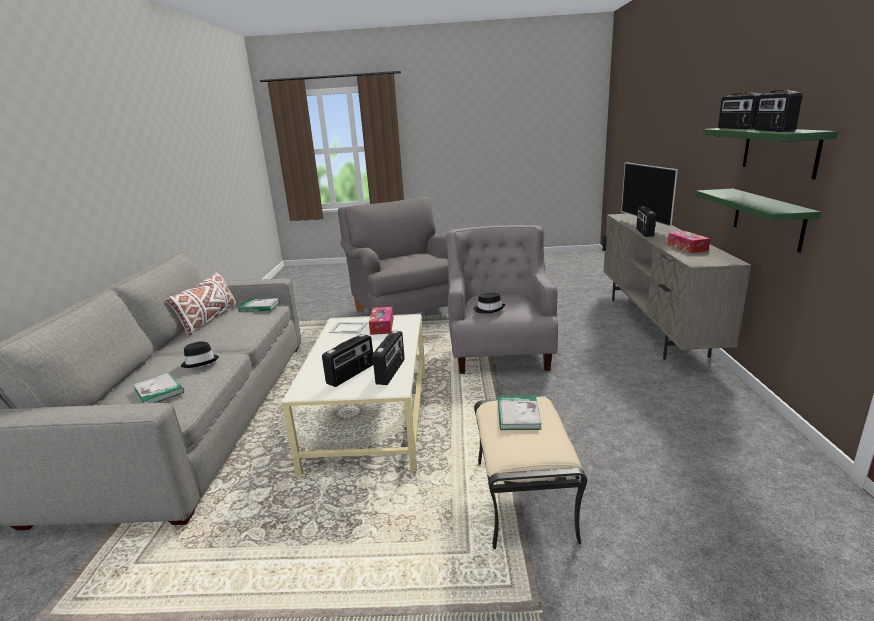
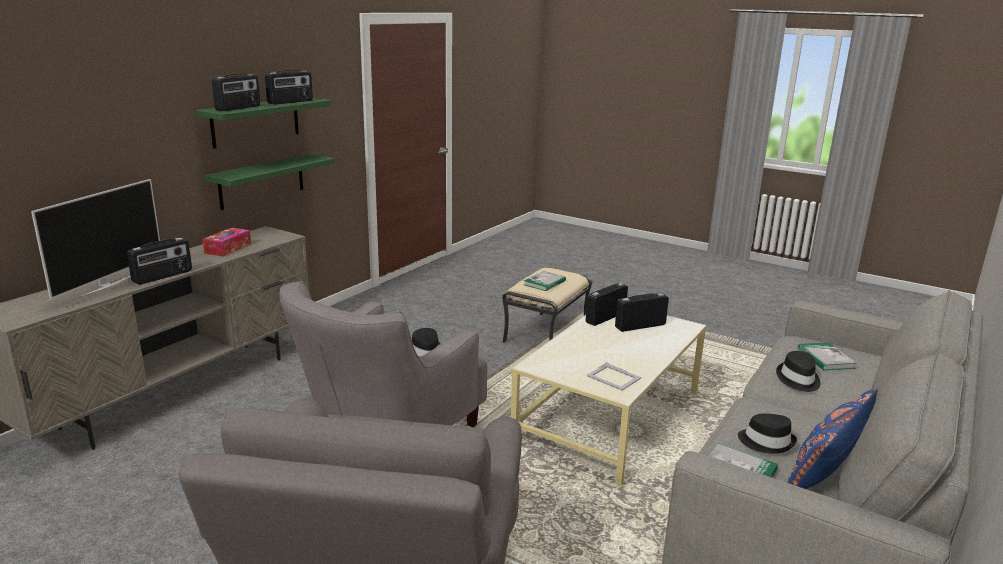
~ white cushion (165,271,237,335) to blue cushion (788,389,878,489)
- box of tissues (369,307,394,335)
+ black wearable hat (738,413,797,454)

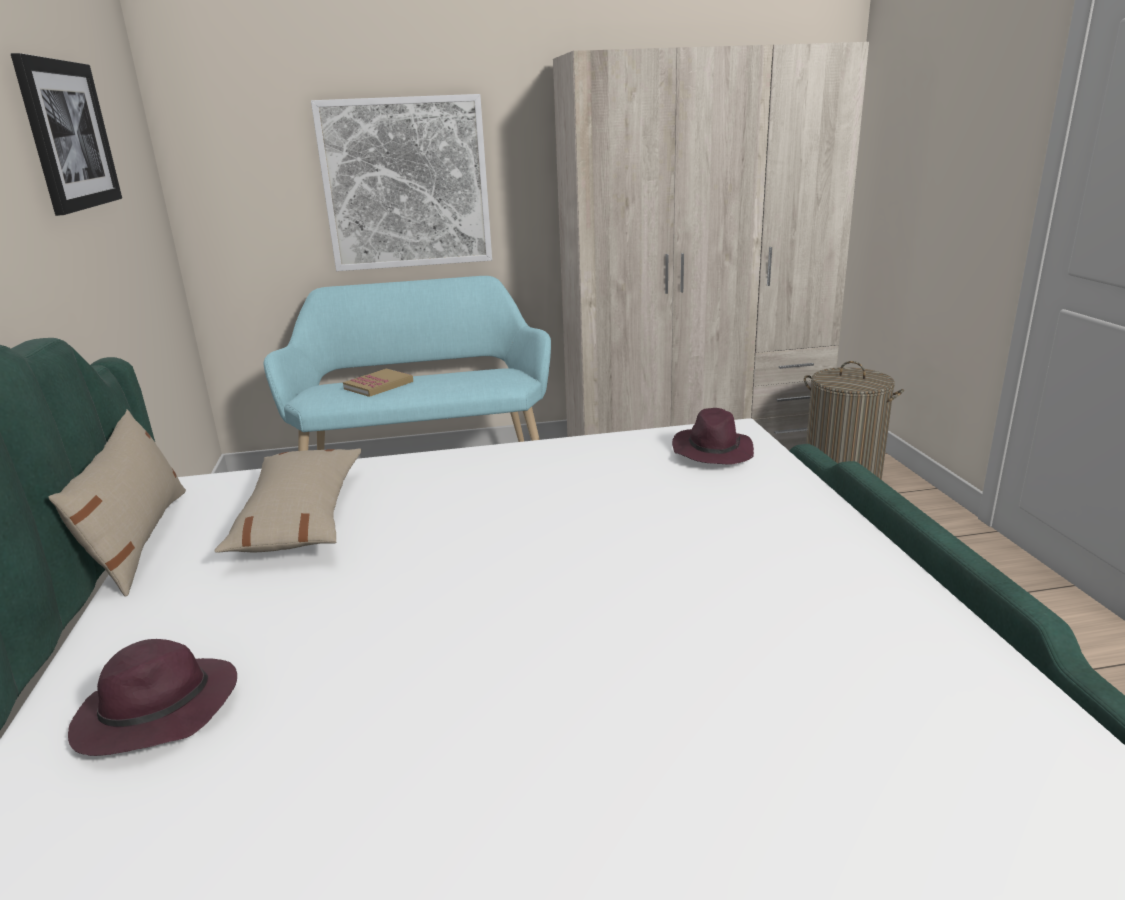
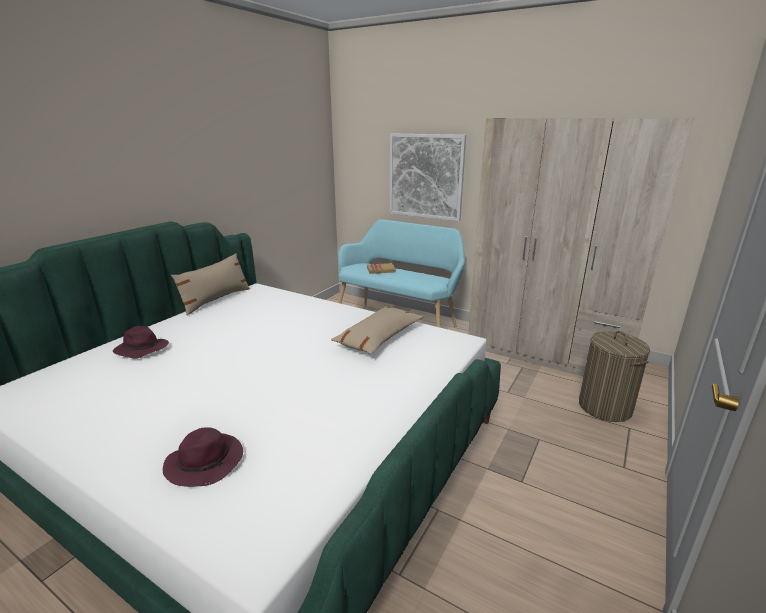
- wall art (11,53,122,216)
~ purplish wearable hat (672,408,754,464) to (163,427,243,487)
~ sand-coloured cushion (214,448,361,553) to (331,306,424,355)

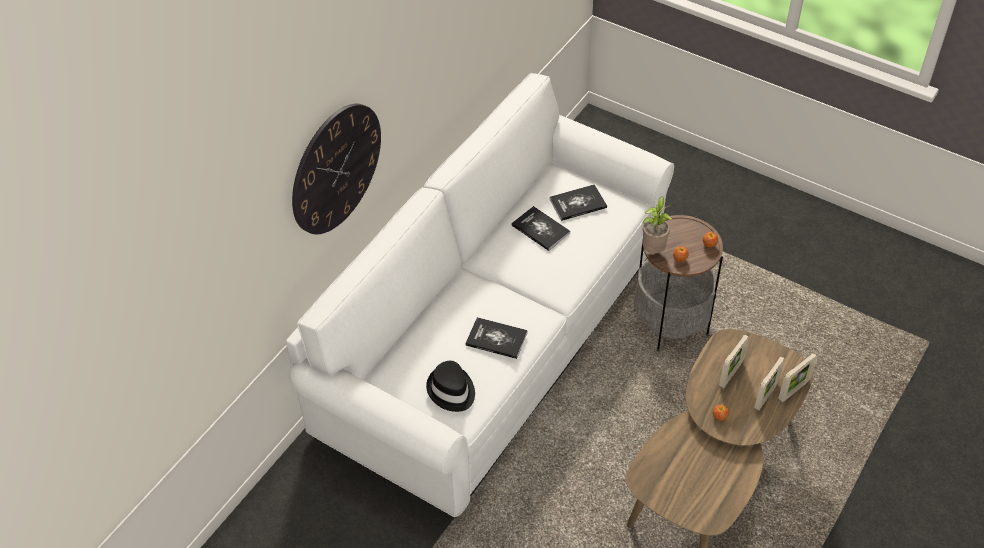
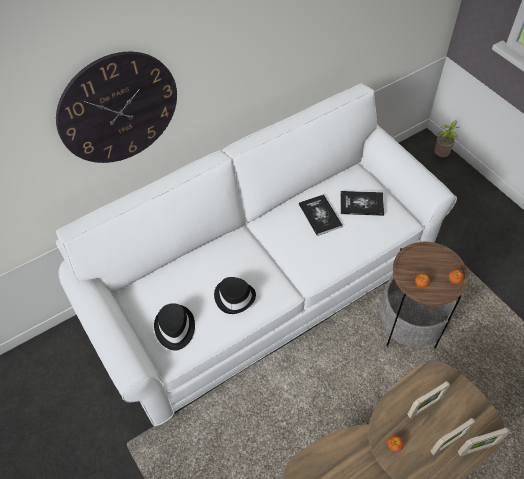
~ plant in a pot (643,196,672,253) to (434,121,459,157)
~ bound book (465,317,528,359) to black wearable hat (214,277,256,314)

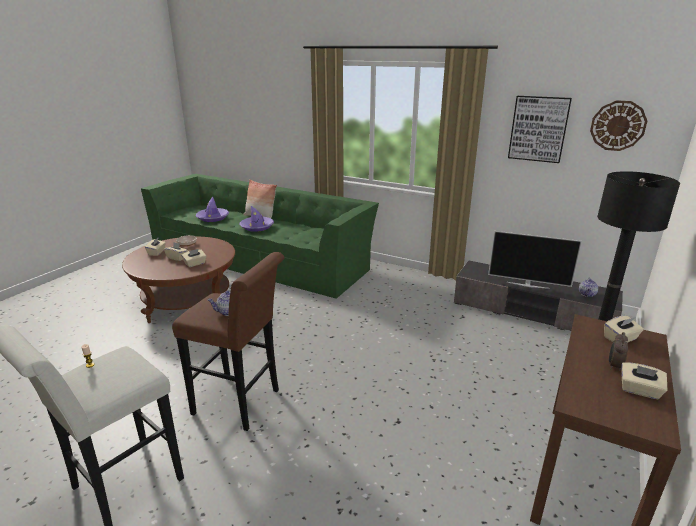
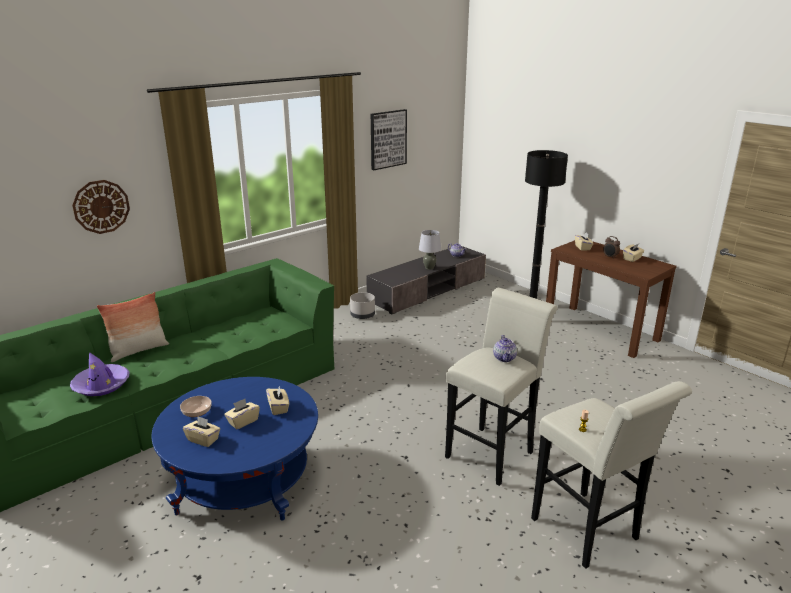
~ clock on the wall (590,100,647,151) to (72,180,130,234)
- purplish wearable hat (240,206,274,232)
~ TV (488,231,582,289) to grey tabletop lamp (419,230,441,270)
~ brown lounge table (122,237,235,323) to blue lounge table (151,377,318,521)
~ brown stool seat (172,252,285,431) to white stool seat (445,288,557,486)
+ grey planter (350,292,375,319)

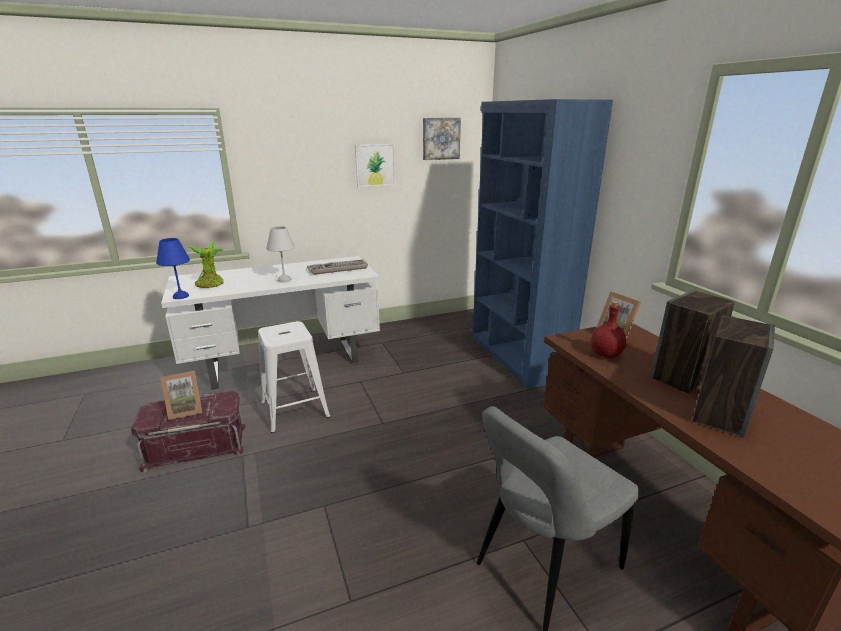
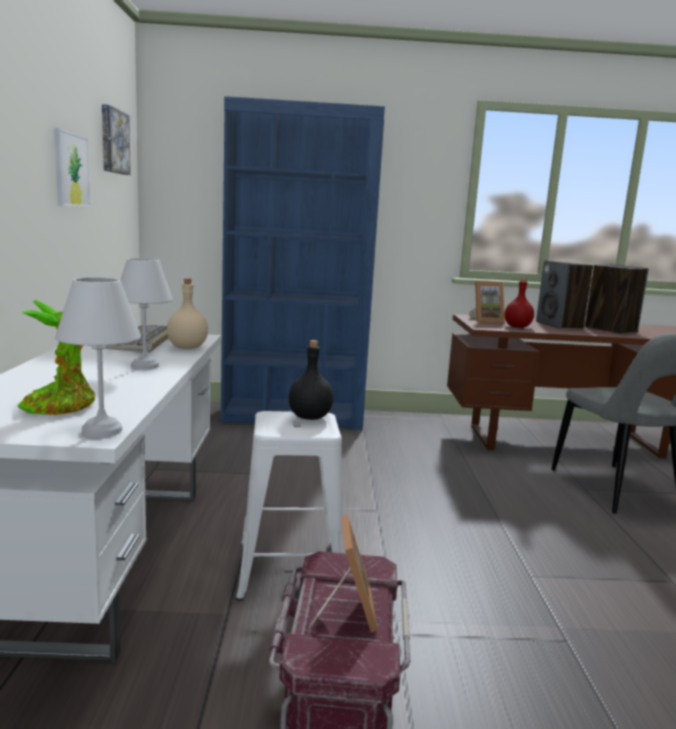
~ blue tabletop lamp (156,238,190,299) to white tabletop lamp (55,277,141,437)
+ sand-coloured beverage bottle (167,278,208,349)
+ black beverage bottle (288,340,333,420)

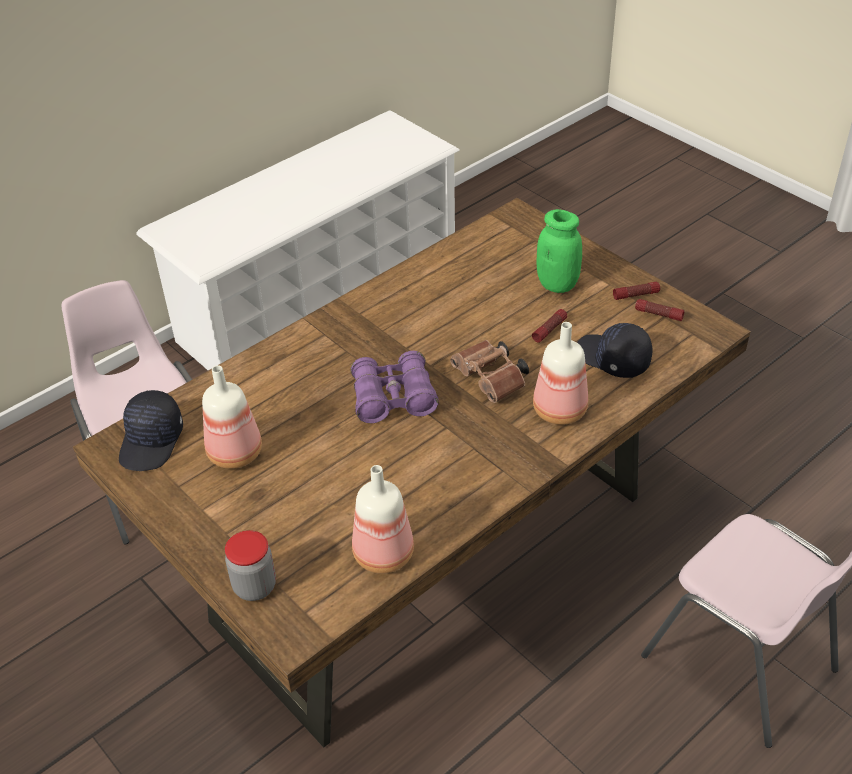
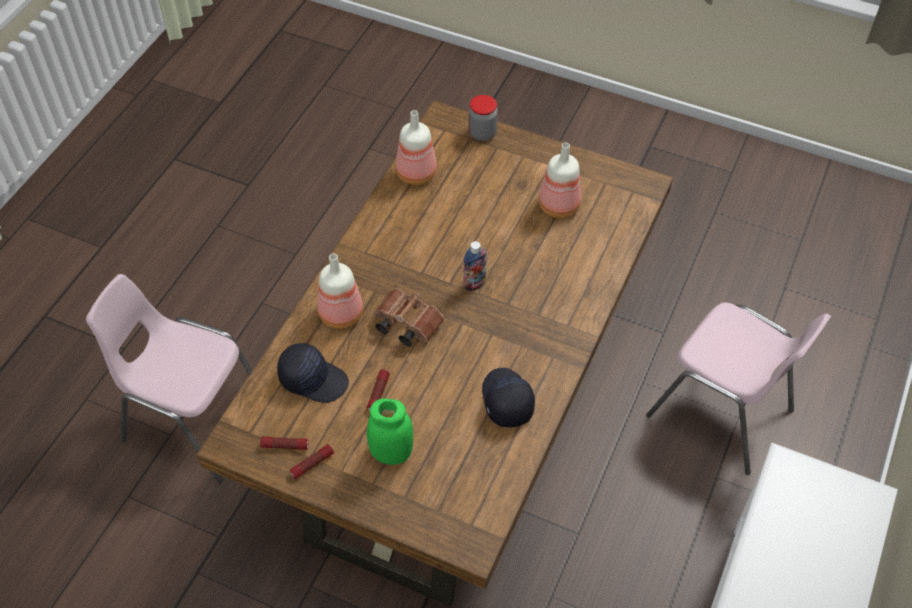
~ purplish binoculars (350,351,438,423) to beverage bottle (463,241,487,291)
~ black peaked cap (119,390,183,471) to (482,368,535,427)

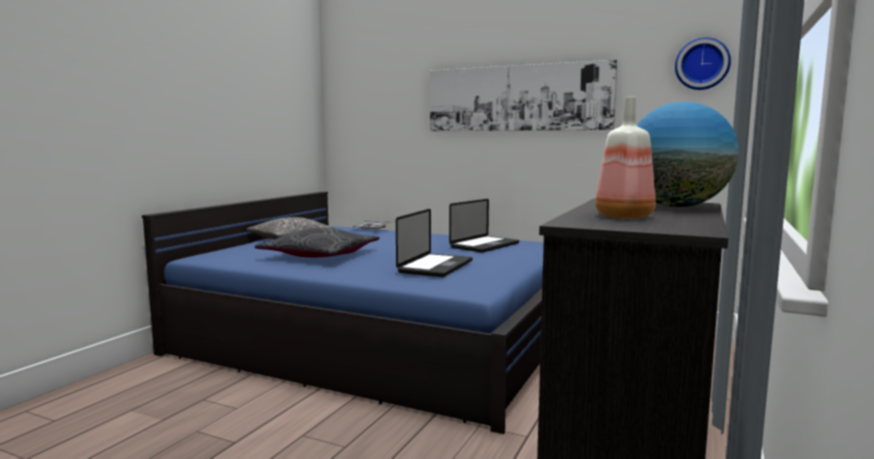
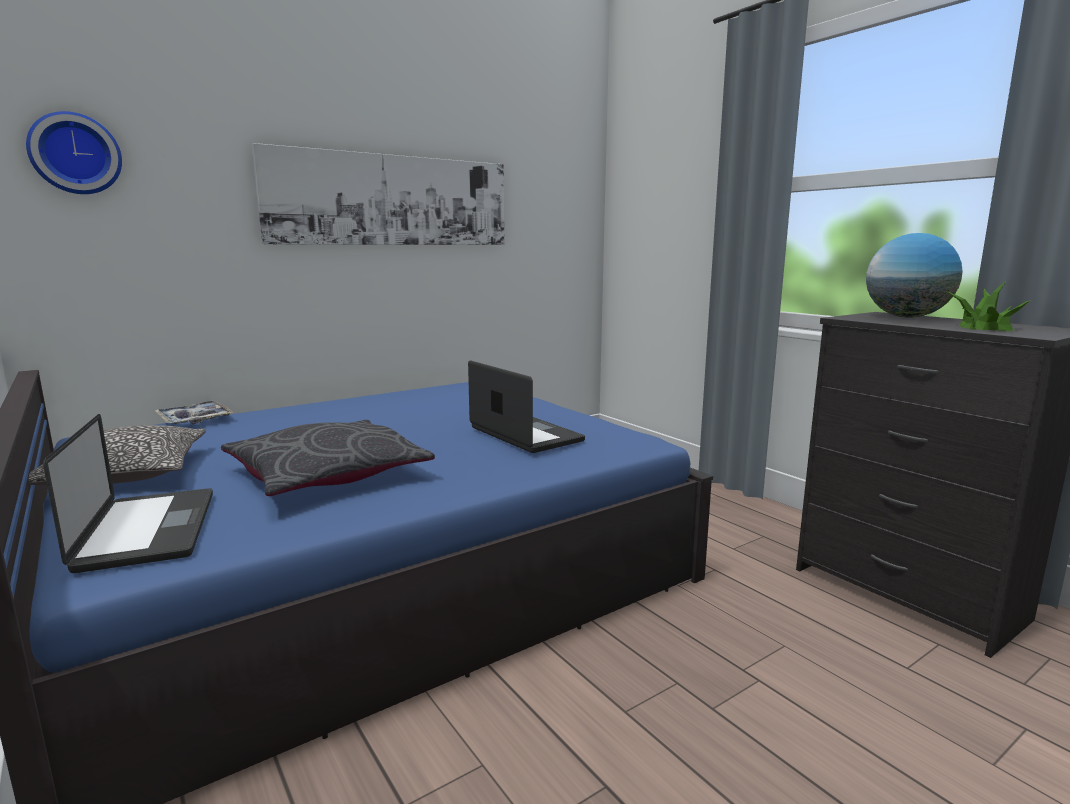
~ clock on the wall (675,37,731,90) to (26,111,122,194)
~ beverage bottle (595,97,656,219) to plant in a pot (945,281,1031,331)
~ portable computer (449,199,519,253) to (43,414,213,573)

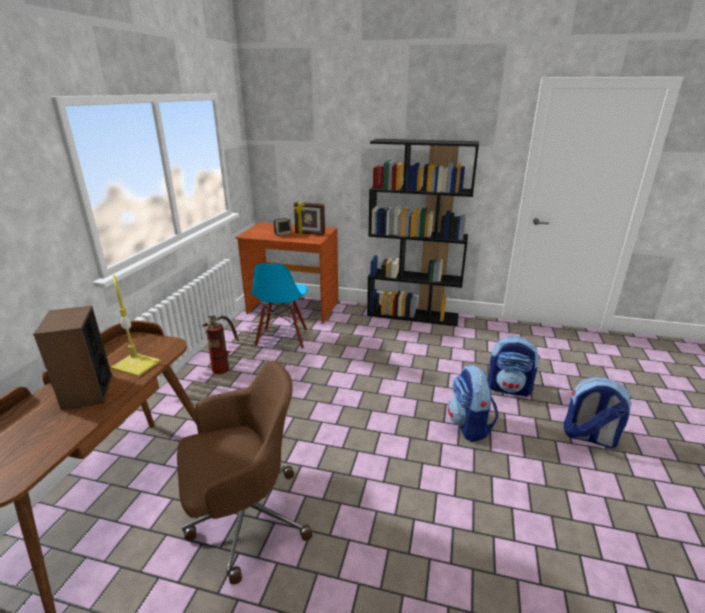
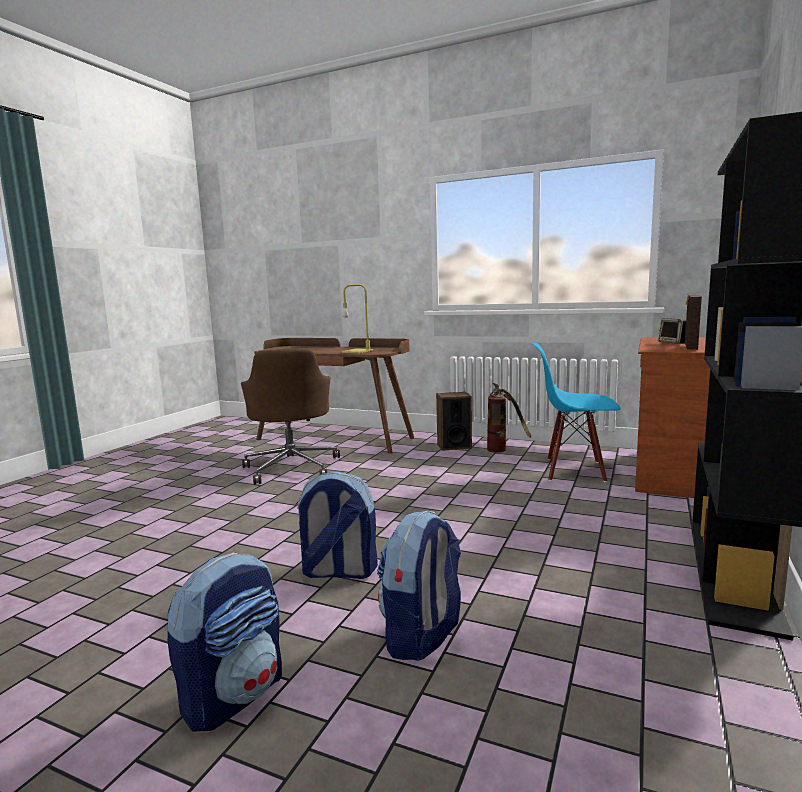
~ audio speaker (33,306,112,411) to (436,392,472,451)

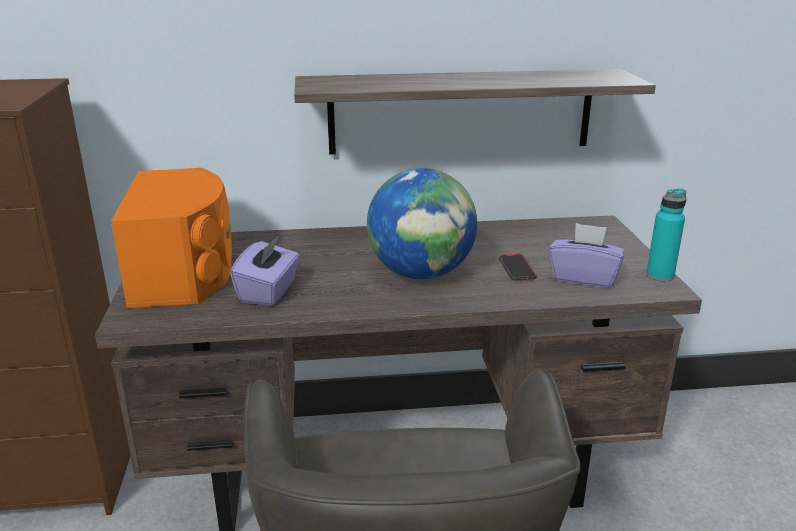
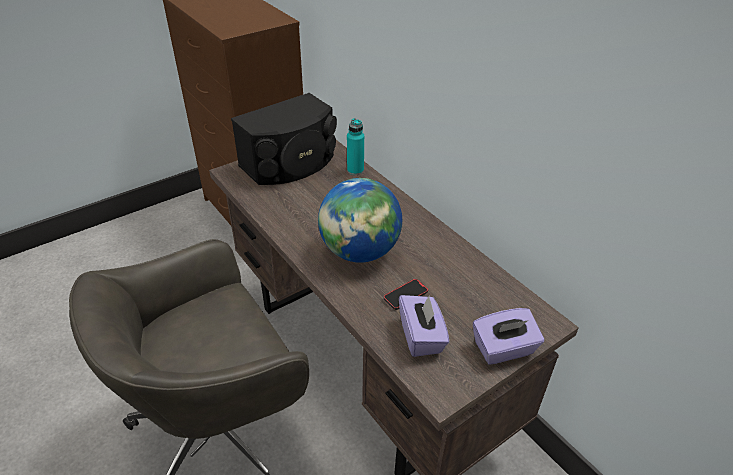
- wall shelf (294,69,656,154)
~ orange audio speaker (111,168,232,308) to black audio speaker (231,93,337,185)
~ turquoise-coloured beverage bottle (646,189,687,281) to (347,118,364,175)
~ purplish box of tissues (230,235,299,306) to (473,308,544,365)

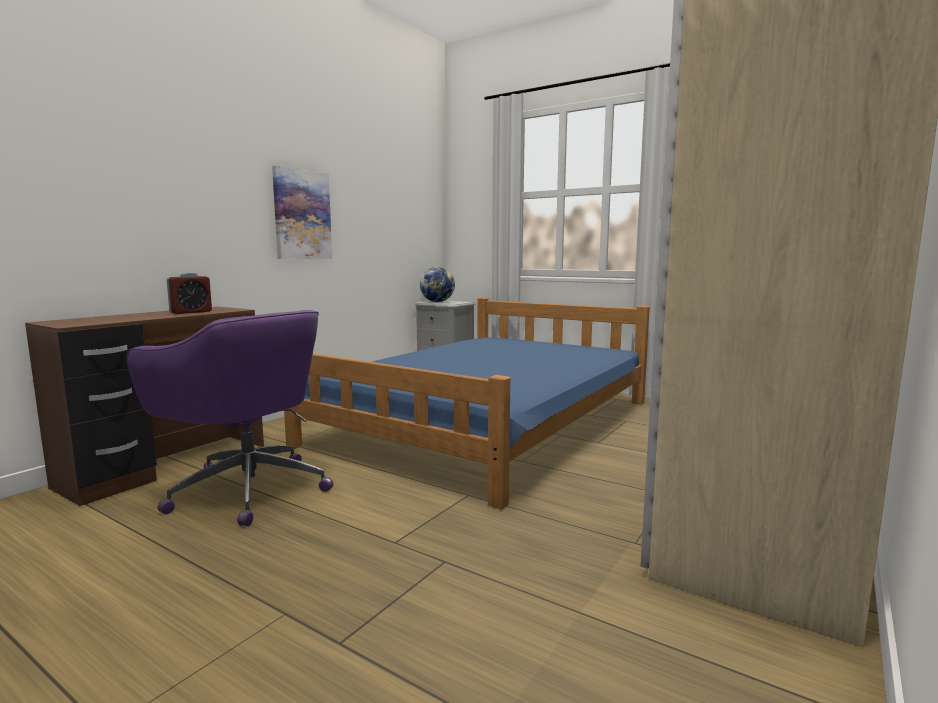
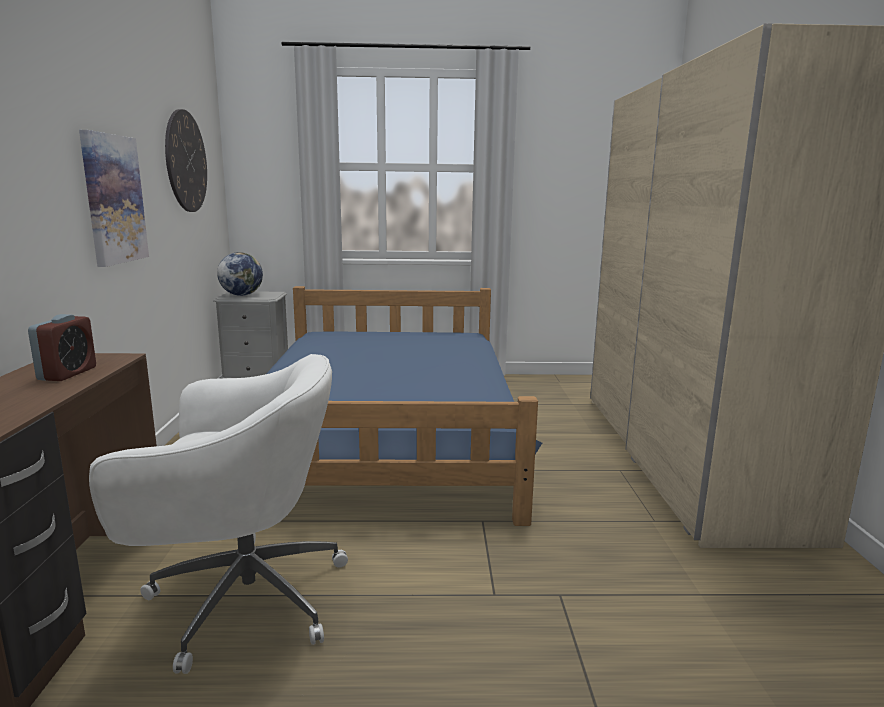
~ purplish desk chair (127,310,333,526) to white desk chair (89,354,348,674)
+ clock on the wall (165,109,207,212)

